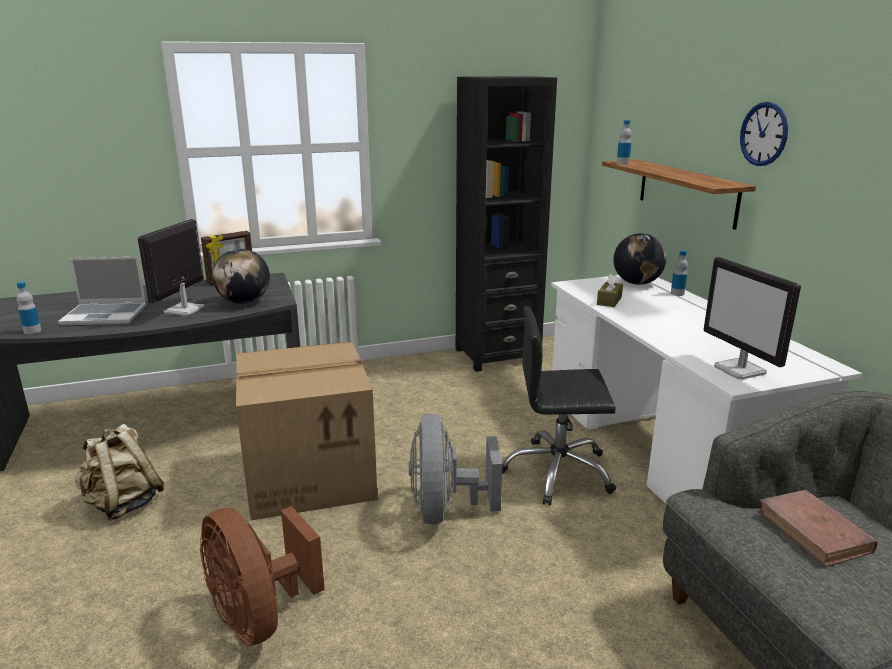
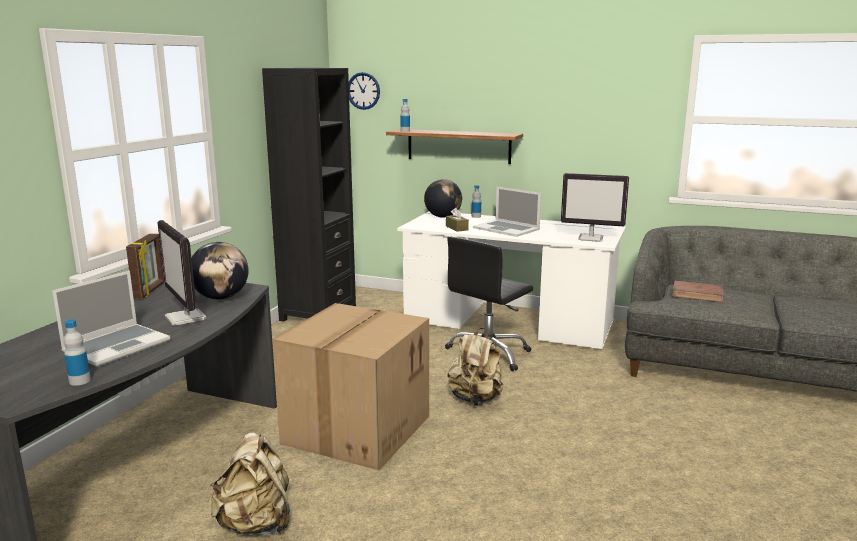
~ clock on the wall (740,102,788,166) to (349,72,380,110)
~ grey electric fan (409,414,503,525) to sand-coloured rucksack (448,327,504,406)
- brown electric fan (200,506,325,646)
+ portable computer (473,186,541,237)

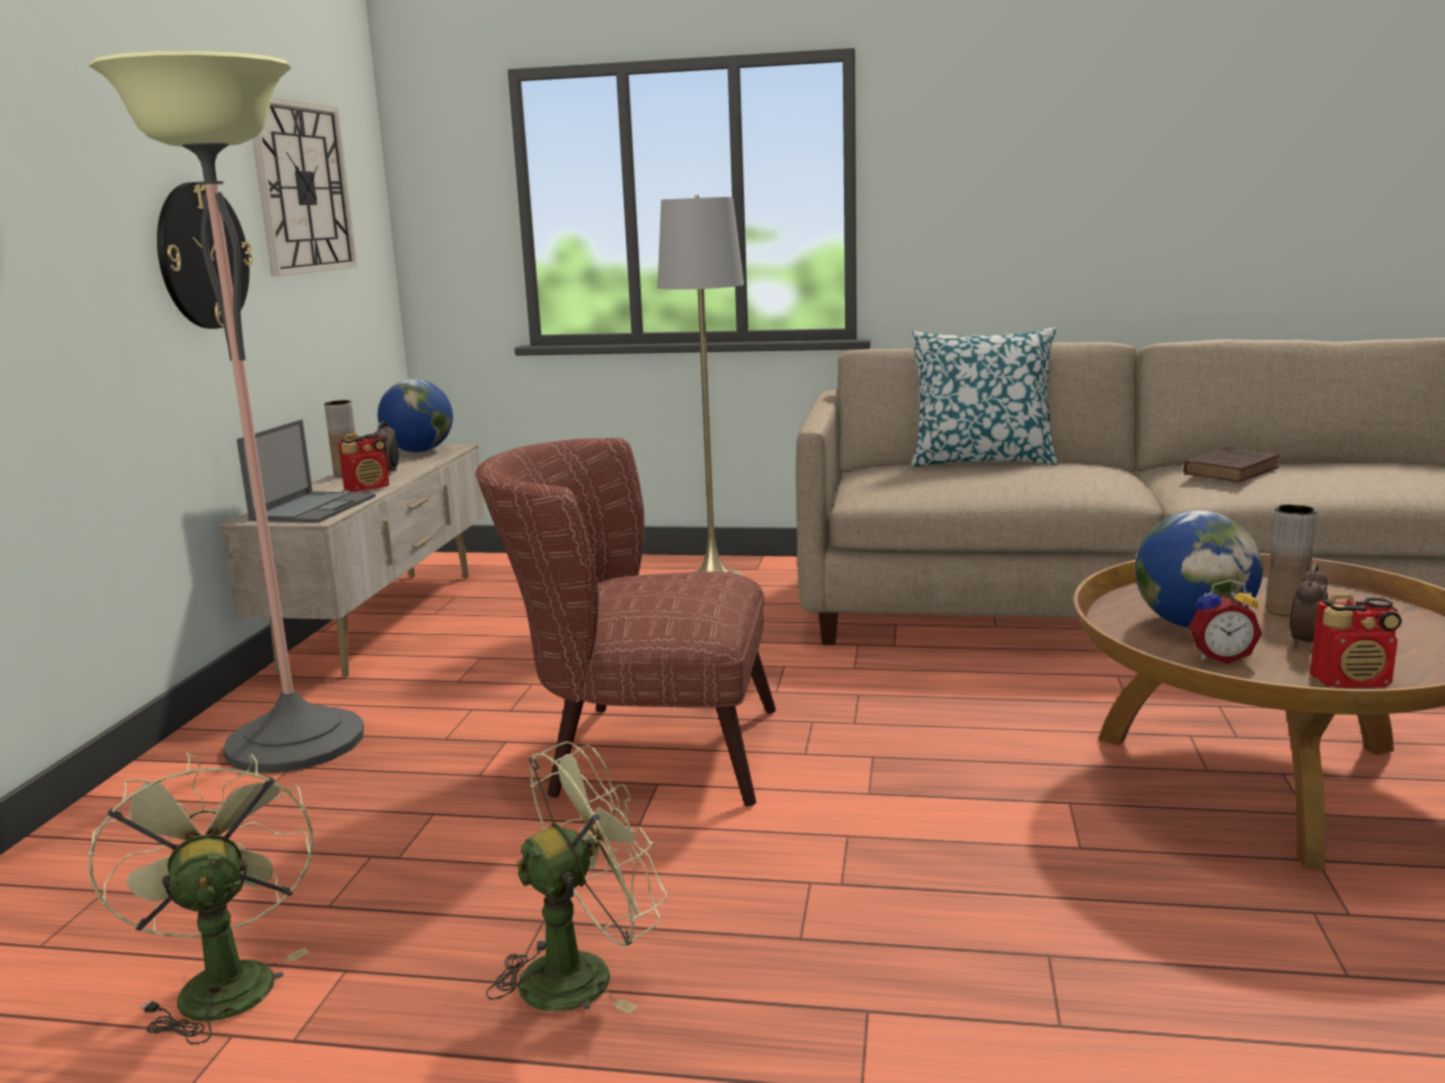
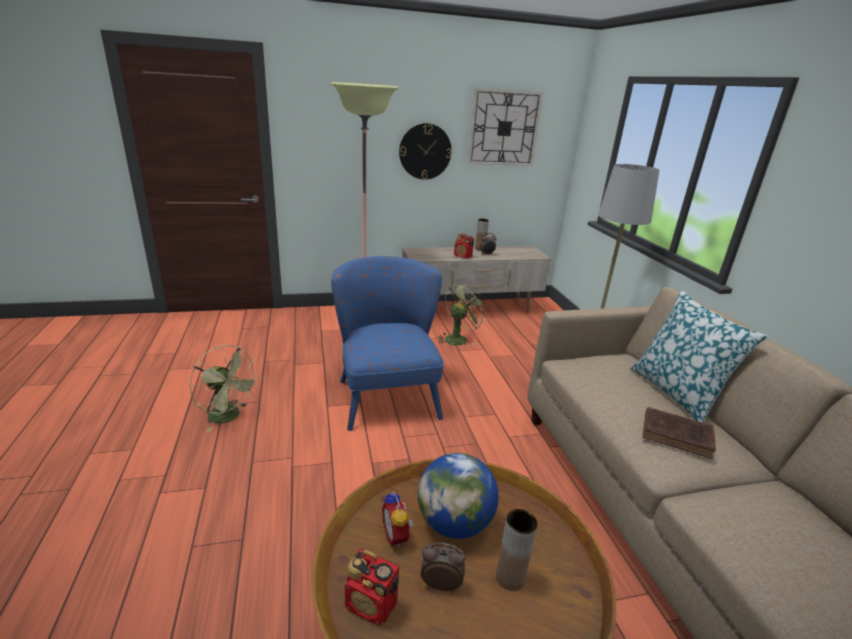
- desk globe (378,379,453,452)
- portable computer (237,420,376,523)
~ brown lounge chair (476,438,776,807) to blue lounge chair (331,256,444,431)
~ brown bound book (1183,447,1280,482) to (642,407,716,459)
~ radio receiver (1310,593,1402,688) = (345,548,399,626) 45 degrees counterclockwise
~ green-coloured electric fan (88,751,313,1045) to (438,283,486,345)

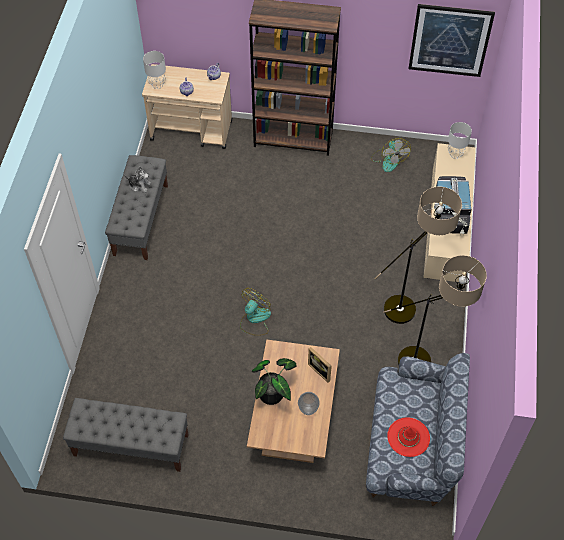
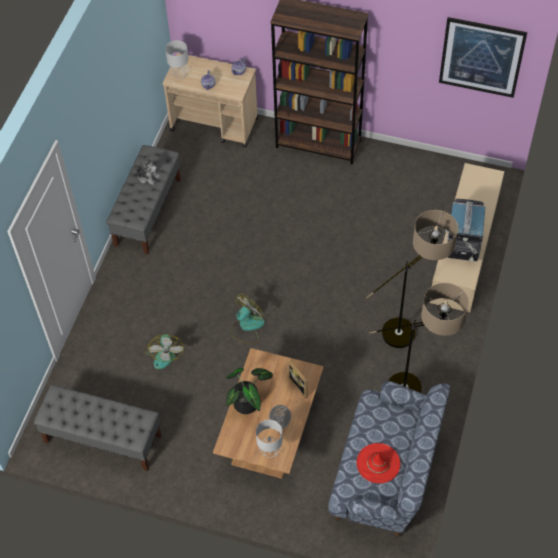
~ grey tabletop lamp (448,122,472,159) to (256,420,283,458)
~ electric fan (371,138,411,172) to (144,334,184,369)

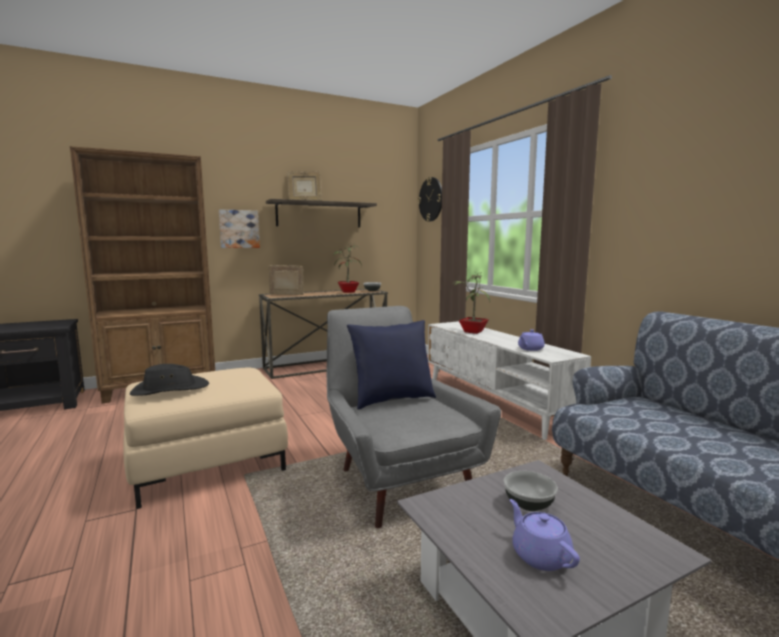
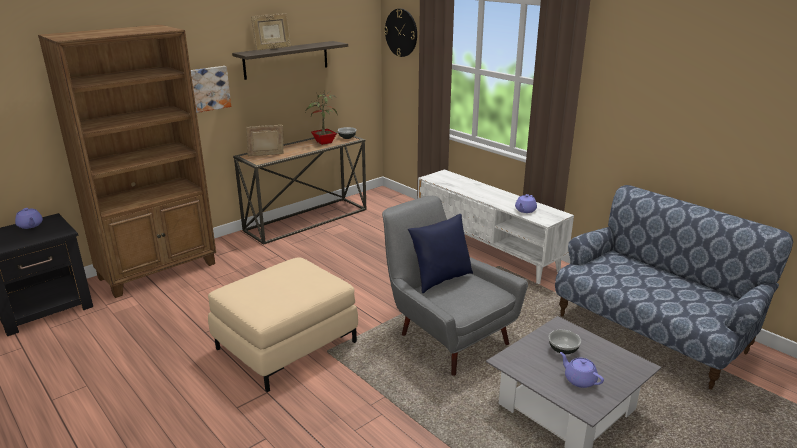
- plant in a pot (455,272,490,334)
- black wearable hat (130,364,209,396)
+ purplish pot for tea (15,208,43,229)

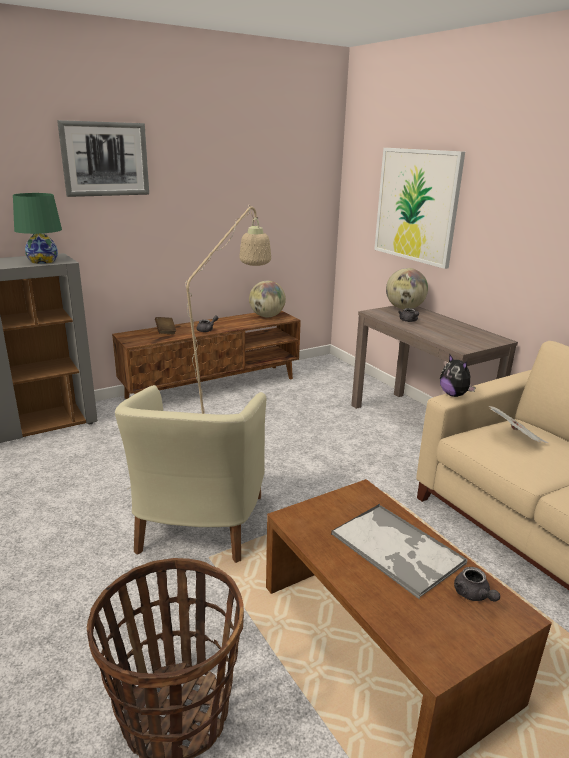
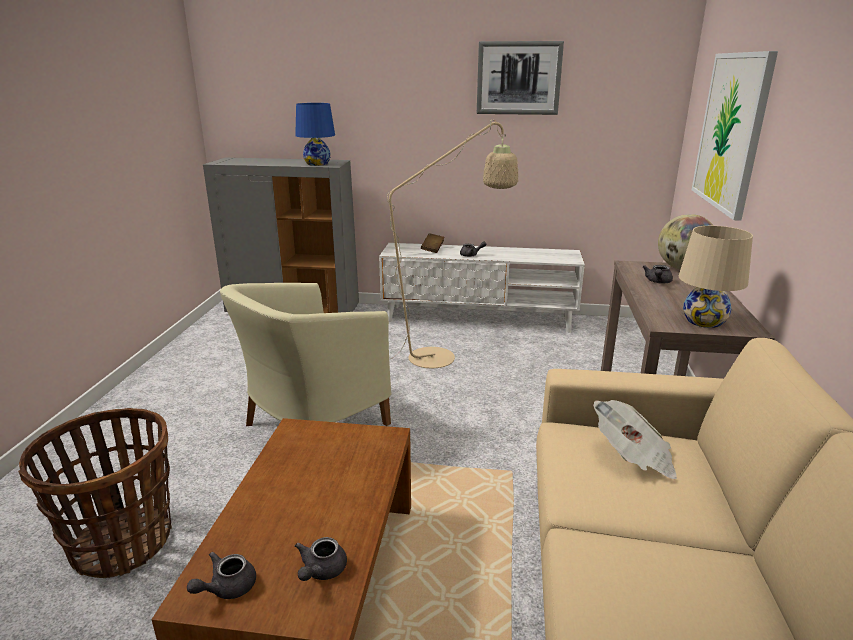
~ wall art (57,120,149,197) to (477,41,564,115)
~ green-coloured tabletop lamp (13,193,62,264) to blue tabletop lamp (295,103,335,166)
- desk globe (249,281,286,317)
~ brown tv unit (112,311,301,399) to white tv unit (379,243,585,332)
- soft toy (440,354,476,397)
- carrying tray (331,504,468,599)
+ sand-coloured tabletop lamp (679,226,753,328)
+ grey pot for tea (187,552,256,599)

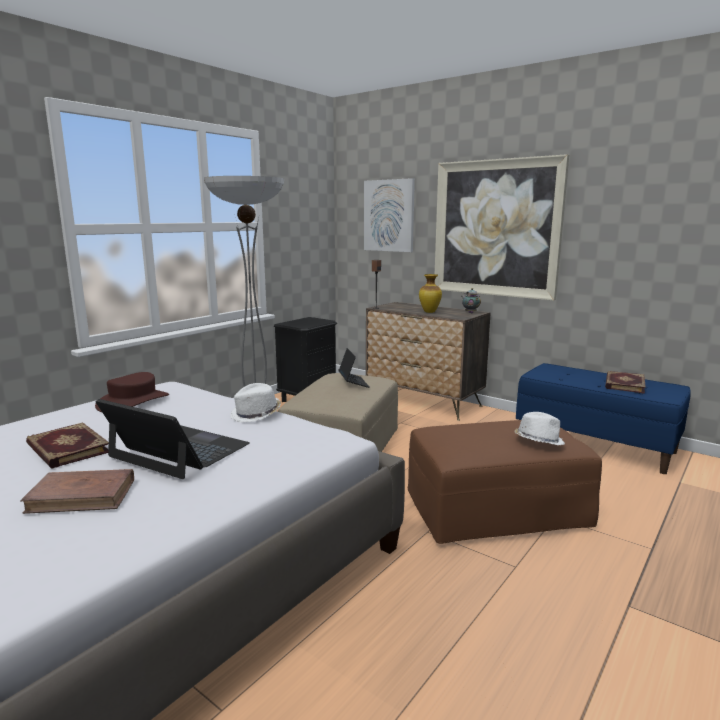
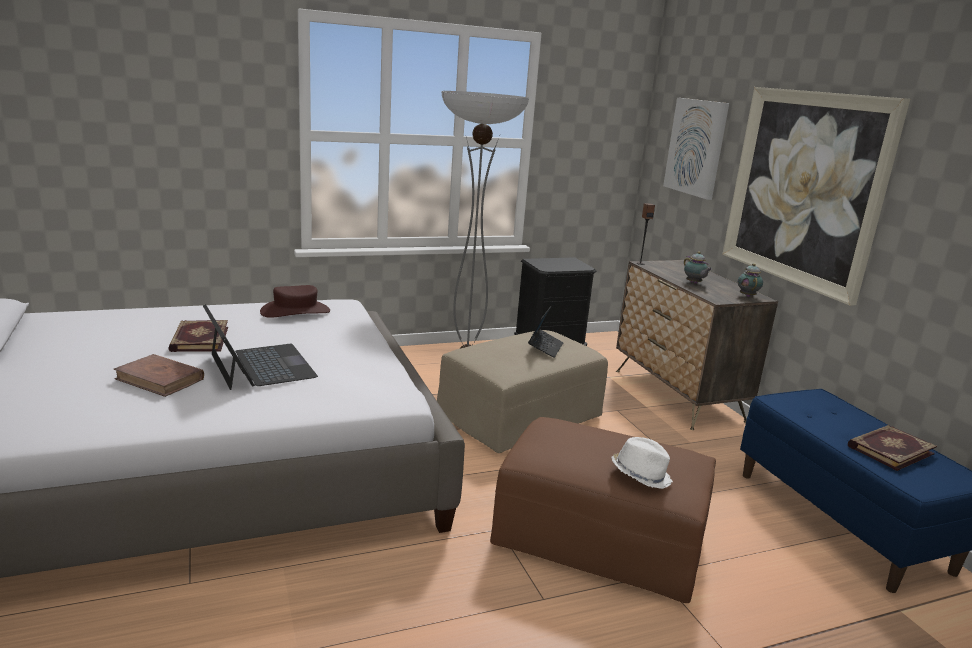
~ vase (419,274,442,313) to pot for tea (684,251,712,284)
- white wearable hat (230,383,281,422)

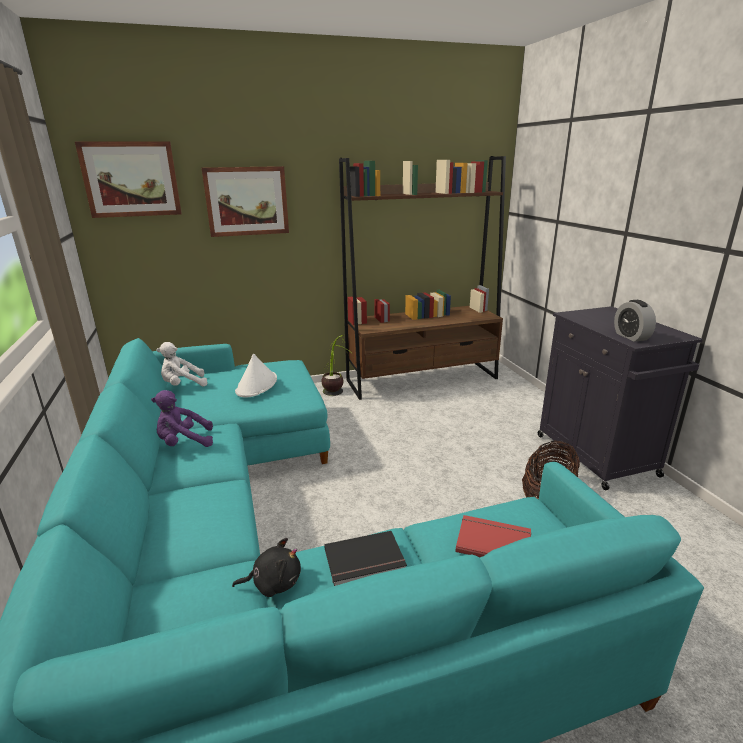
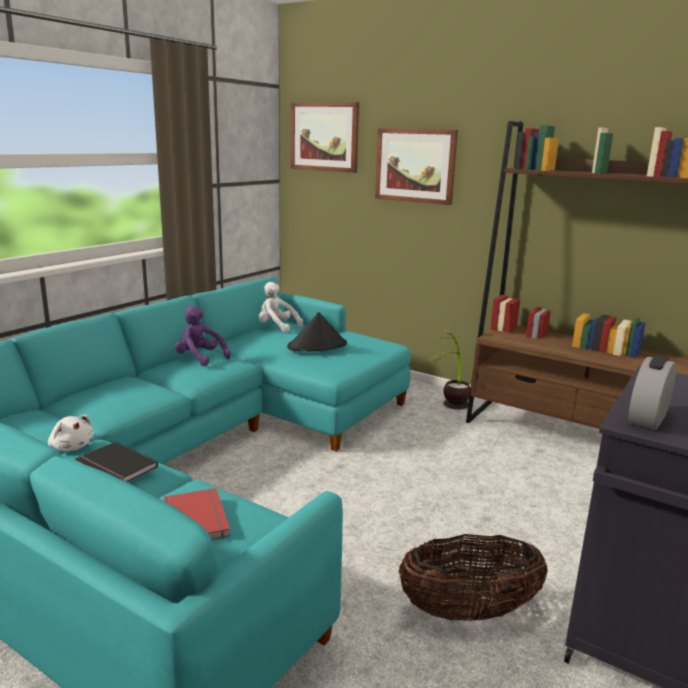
~ white wearable hat (235,354,277,397) to black wearable hat (287,312,347,352)
~ black soft toy (232,538,301,597) to white soft toy (48,415,94,451)

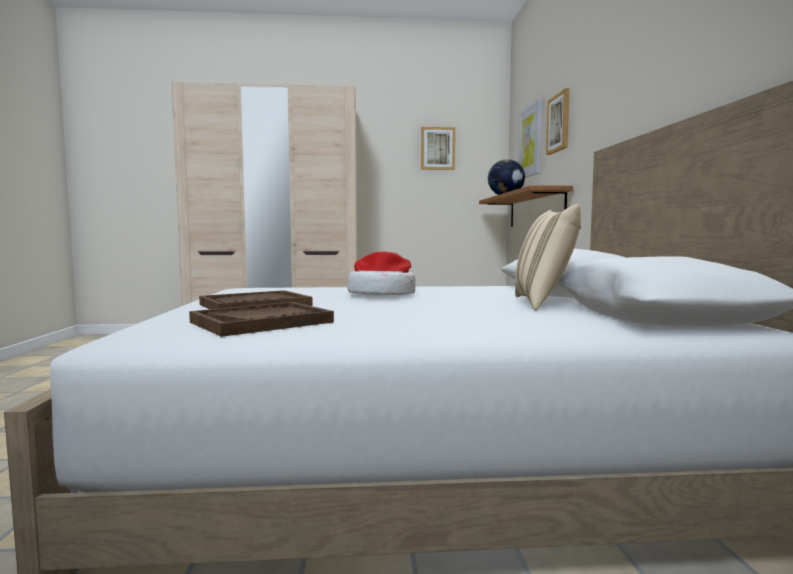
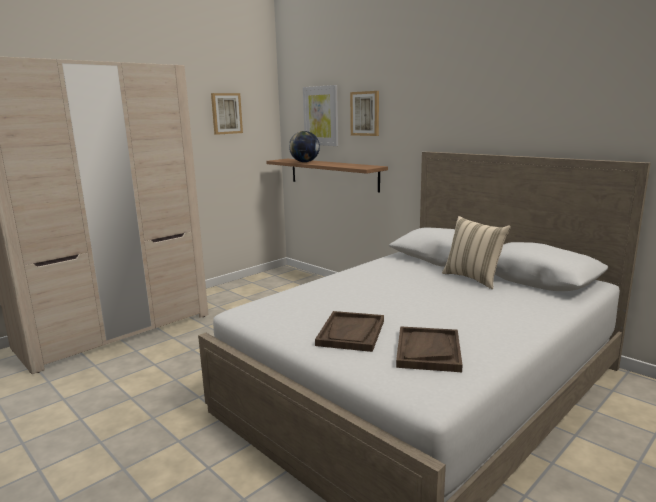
- wearable hat (347,252,416,295)

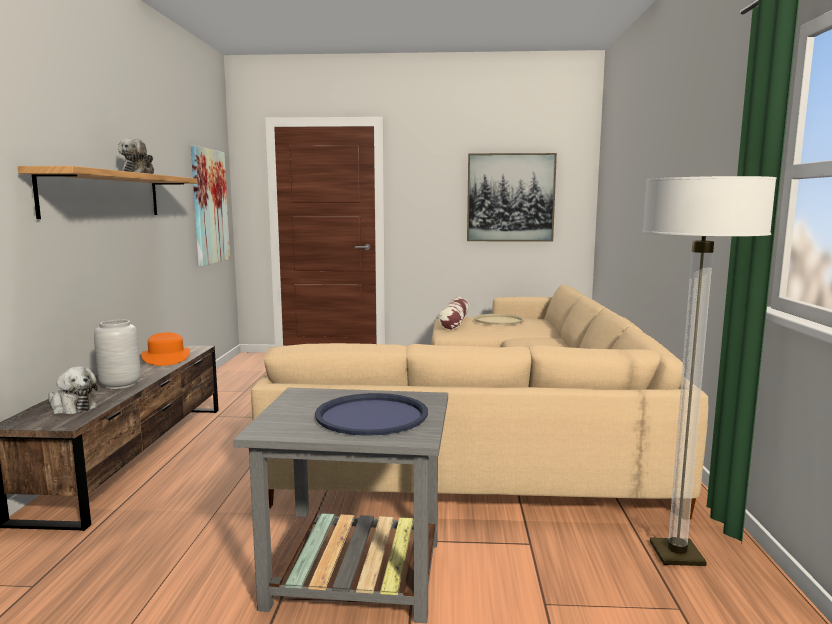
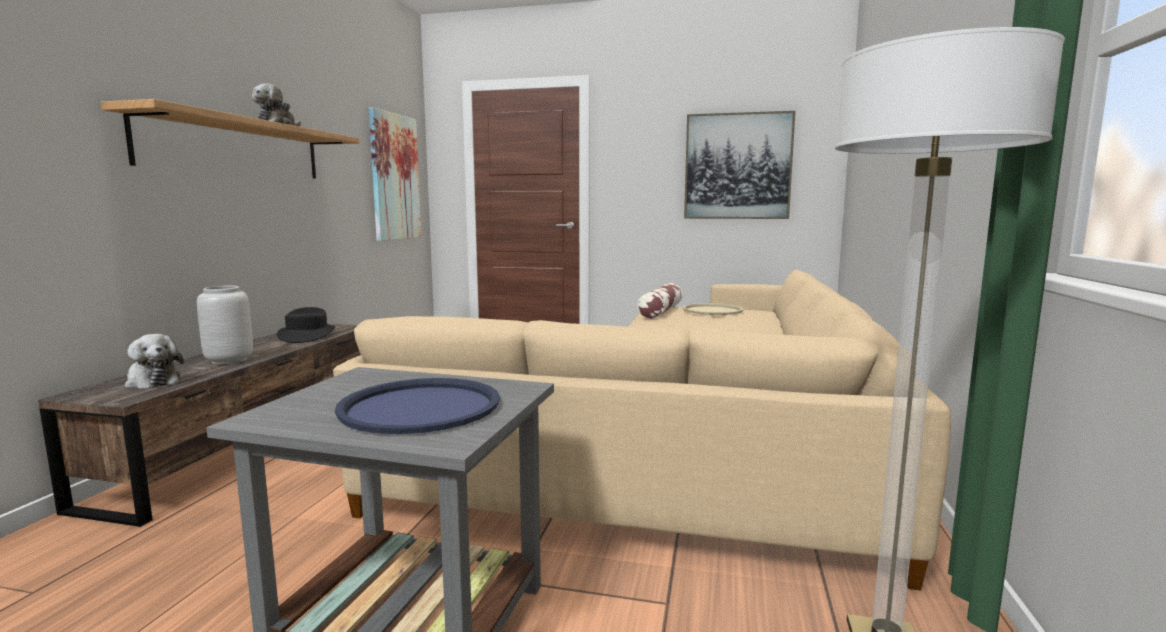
~ orange wearable hat (141,332,190,366) to black wearable hat (277,307,335,343)

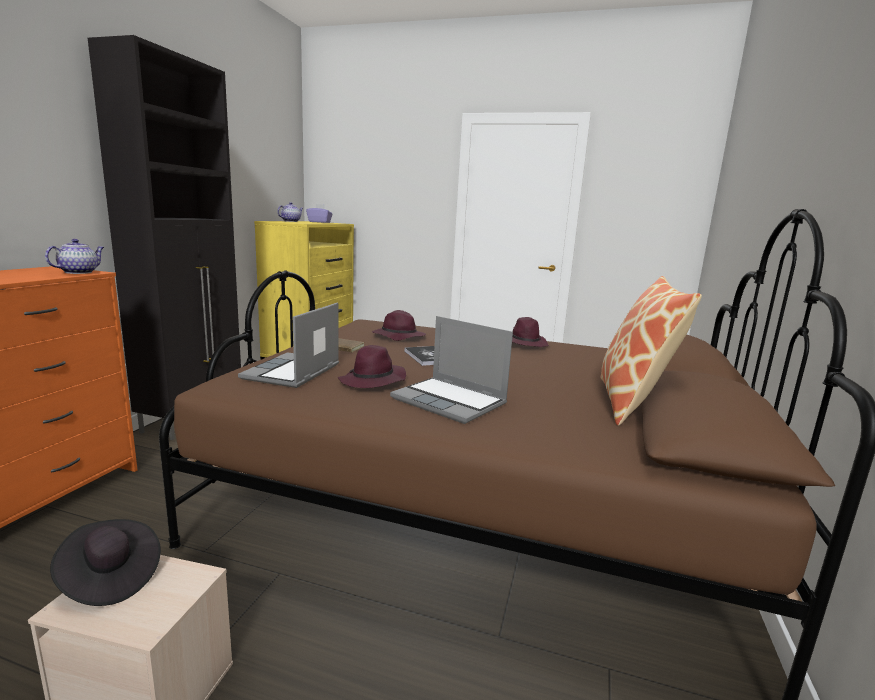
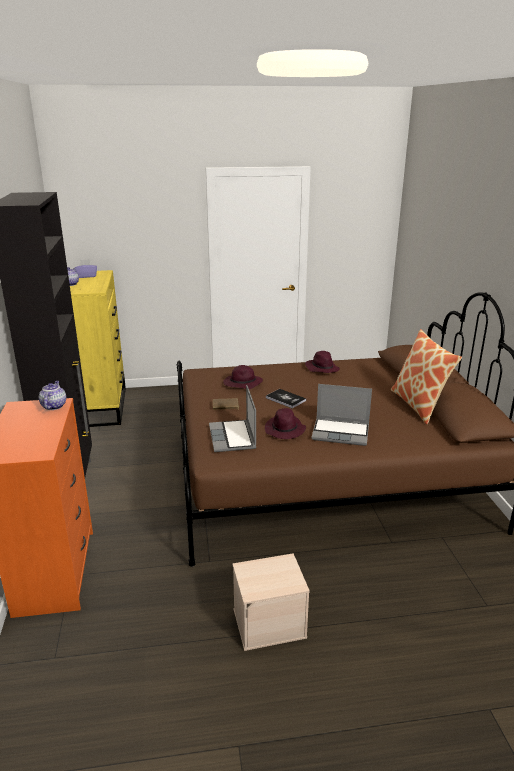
- black wearable hat (50,519,161,606)

